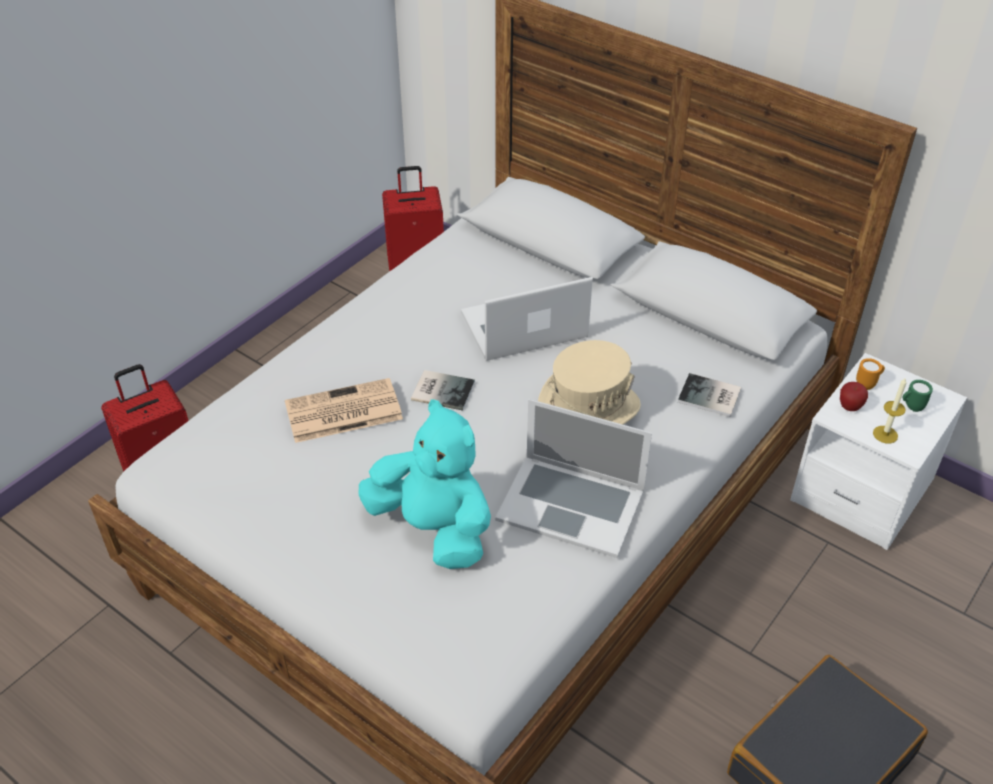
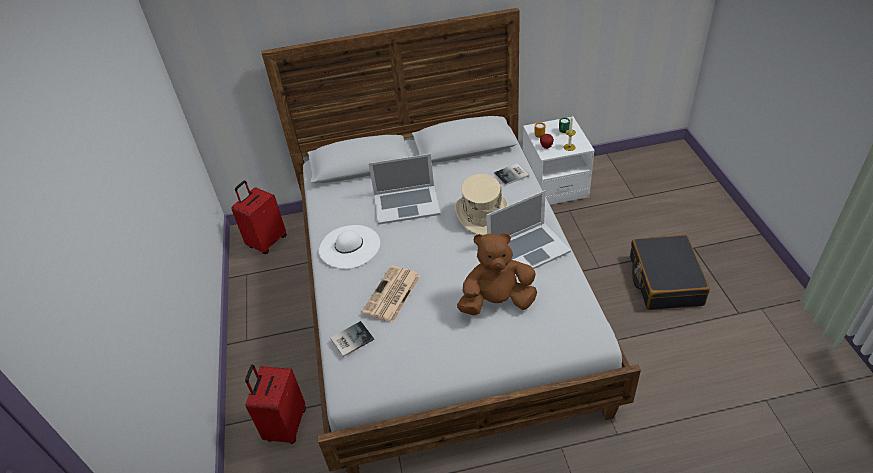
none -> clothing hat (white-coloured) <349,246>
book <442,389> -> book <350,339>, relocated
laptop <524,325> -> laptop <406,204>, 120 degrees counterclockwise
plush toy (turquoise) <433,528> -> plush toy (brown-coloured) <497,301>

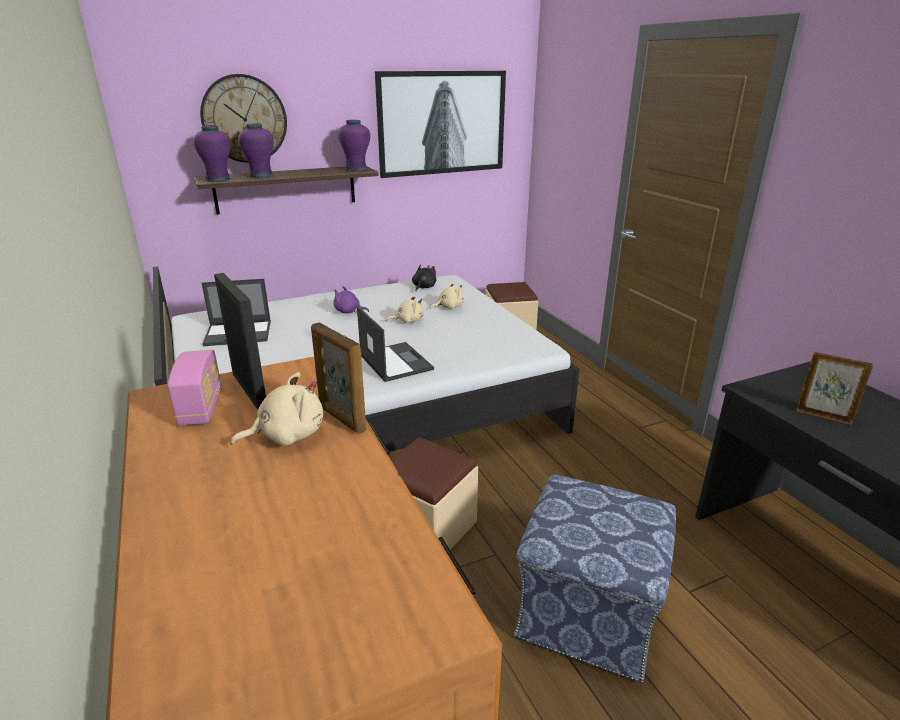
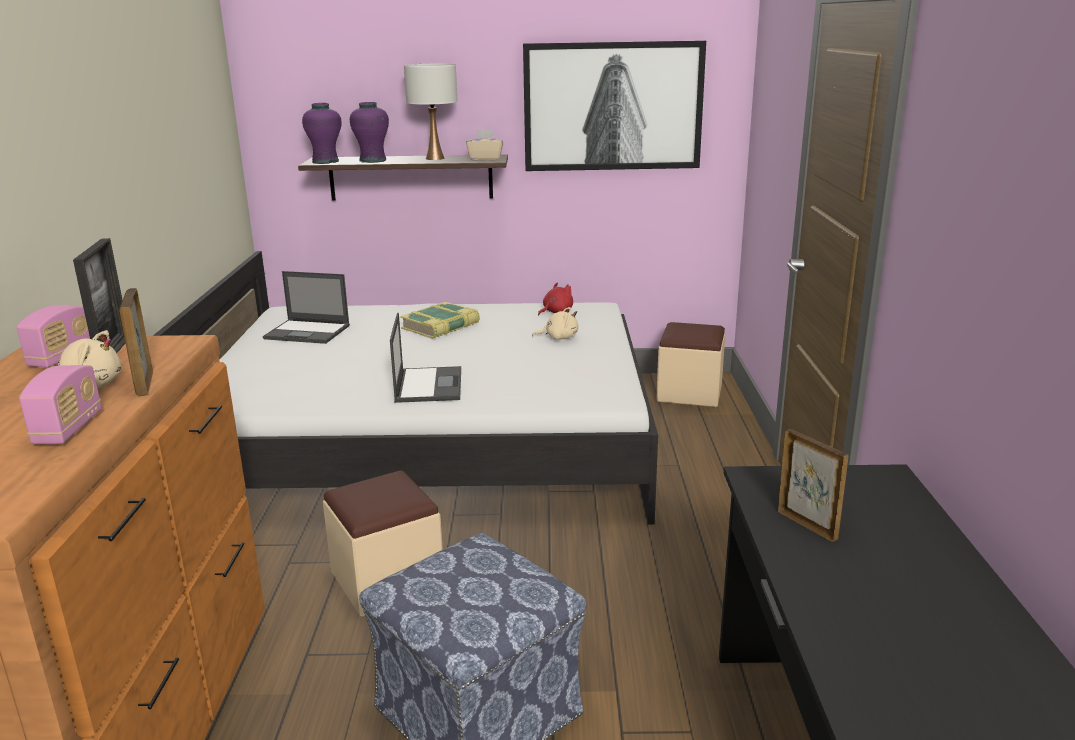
none -> radio <69,429>
plush toy (purple) <348,312> -> book <441,327>
none -> lamp for a table (white-coloured) <434,158>
flower vase (purple) <356,169> -> tissue box (sand-coloured) <485,159>
plush toy (blackish) <423,287> -> plush toy (red-coloured) <556,312>
clock on the wall <244,119> -> none
plush toy (sand-coloured) <408,321> -> none

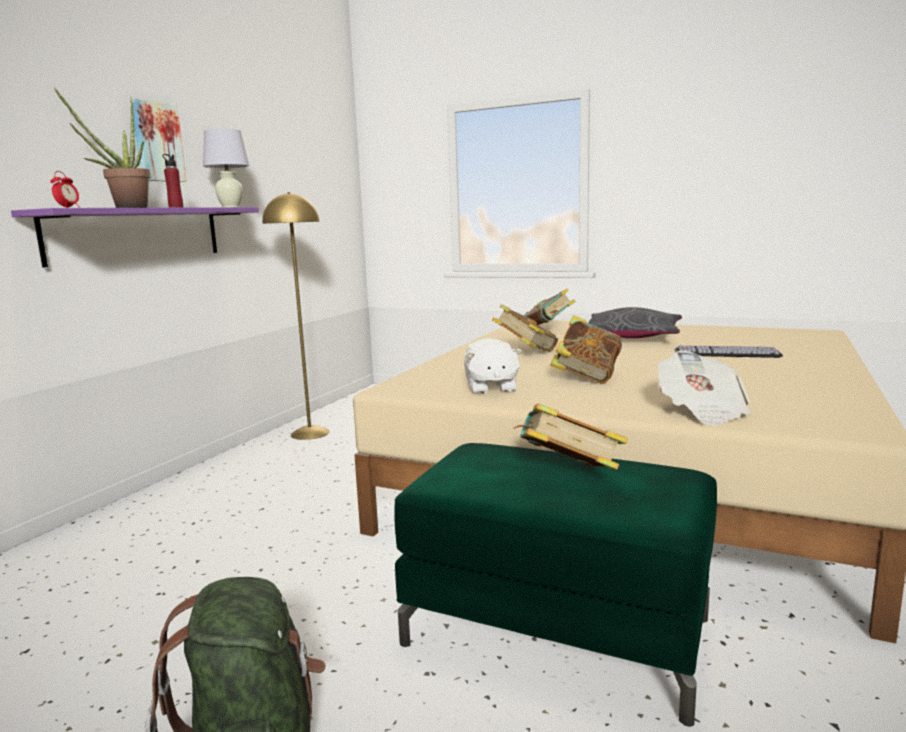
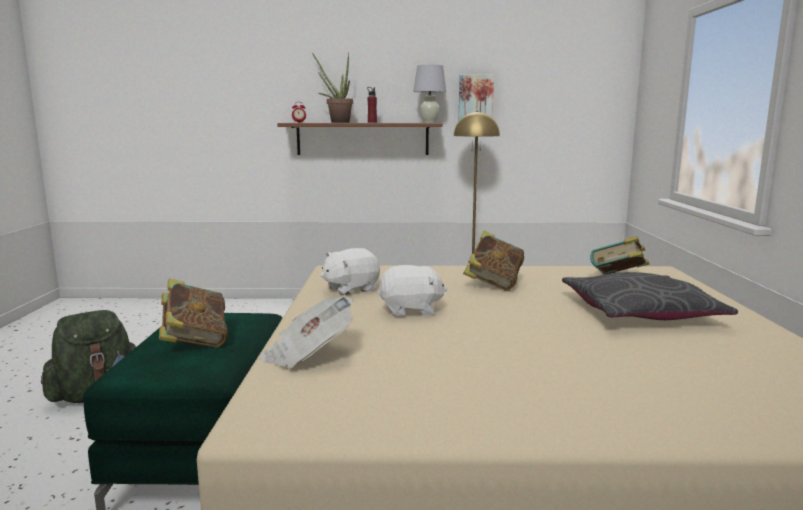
bracket shelf (purple) <137,234> -> bracket shelf (brown-coloured) <362,139>
book <586,377> -> plush toy (white-coloured) <411,310>
wall picture <157,142> -> wall picture <475,101>, relocated
PC keyboard <726,352> -> none

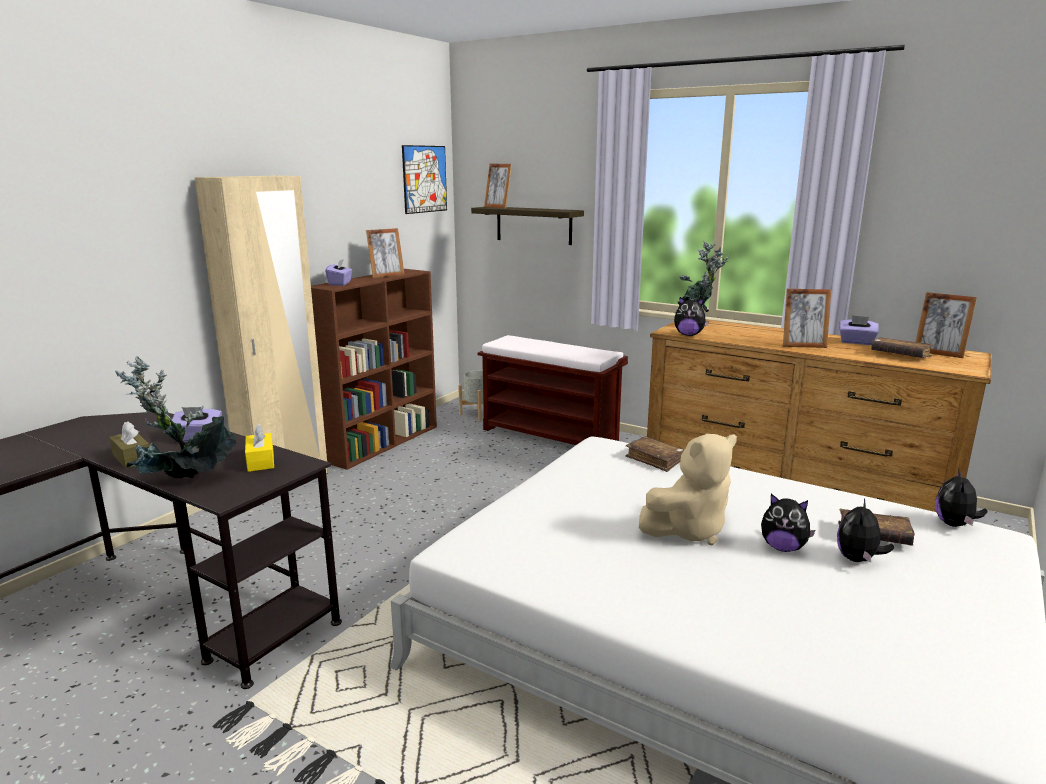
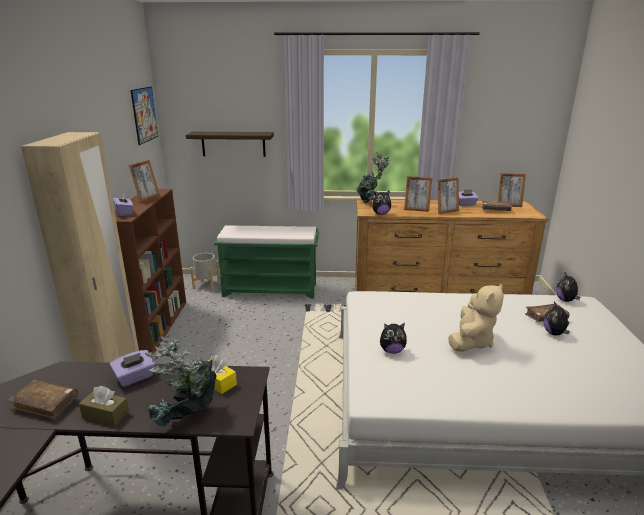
book (brown-coloured) <655,459> -> book (brown-coloured) <46,404>, relocated
indoor bench (brown-coloured) <551,435> -> indoor bench (greenish) <271,289>
plush toy <783,547> -> plush toy <392,351>, relocated
photo frame <497,207> -> photo frame <416,209>, relocated

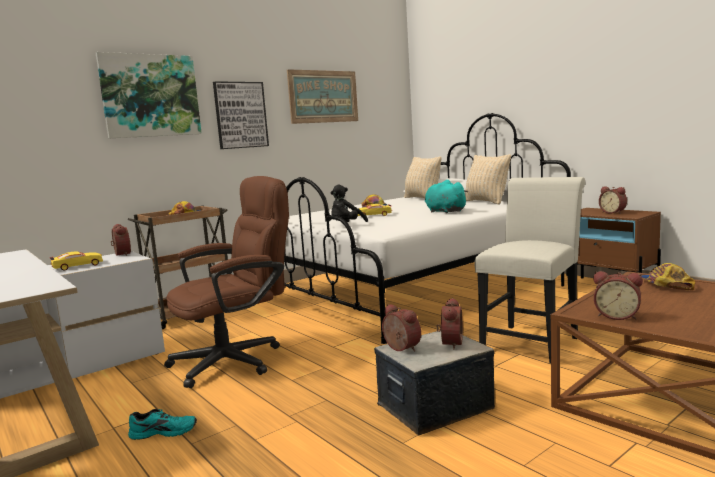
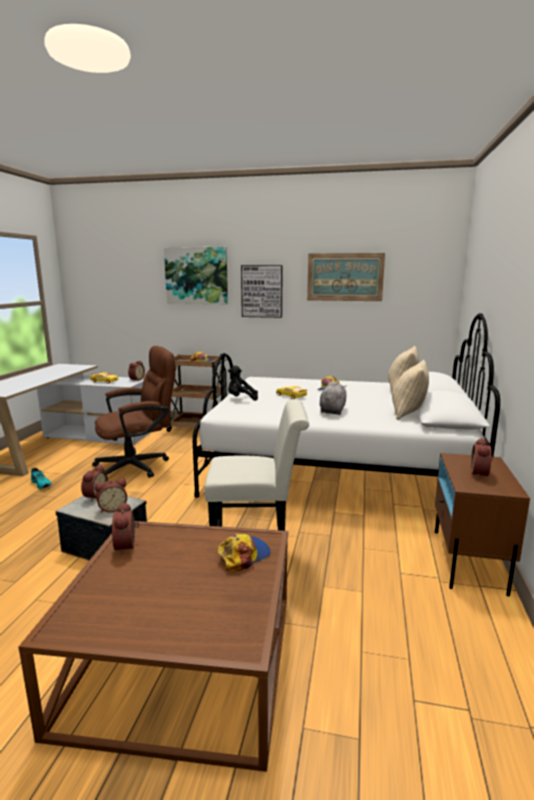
office chair (brown-coloured) <237,359> -> office chair (brown-coloured) <139,465>, 45 degrees counterclockwise
plush toy (turquoise) <444,211> -> plush toy (greyish) <332,410>

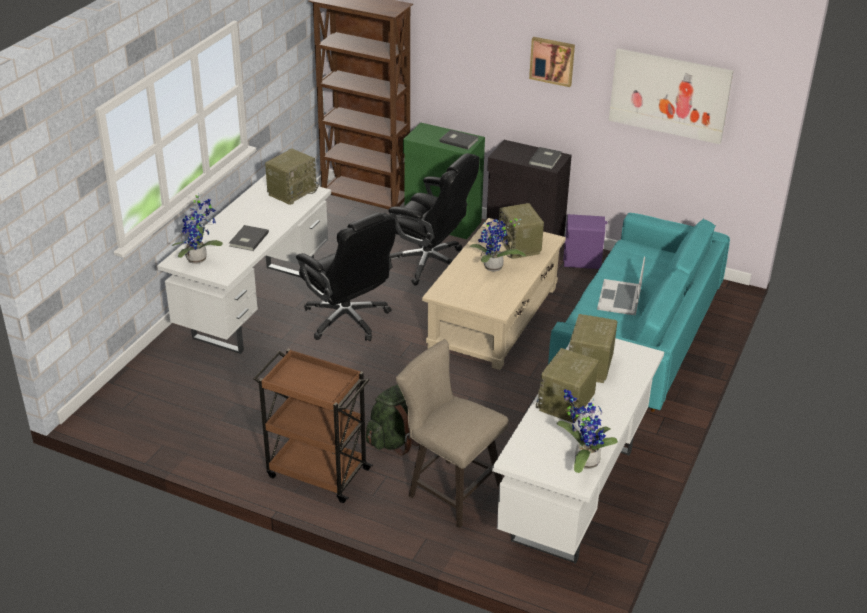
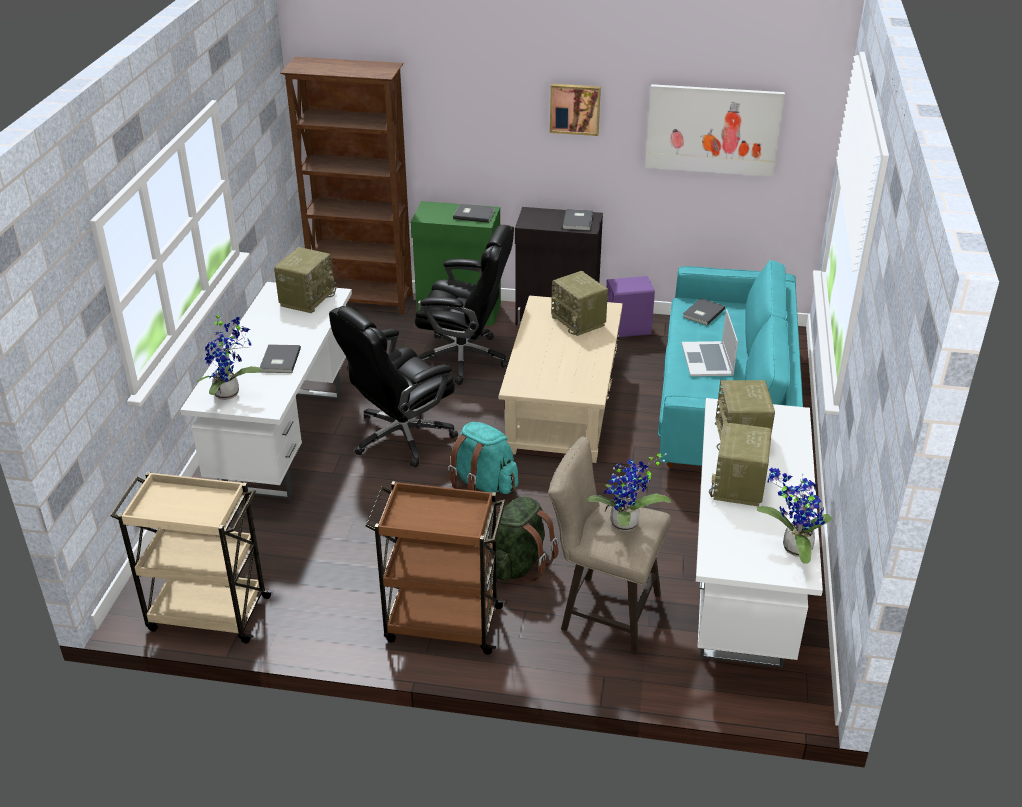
none -> cart (sand-coloured) <207,613>
office chair (blackish) <348,320> -> office chair (blackish) <400,437>, 105 degrees clockwise
none -> backpack (turquoise) <483,484>
potted plant <493,268> -> potted plant <625,526>, relocated
none -> book (greyish) <702,313>

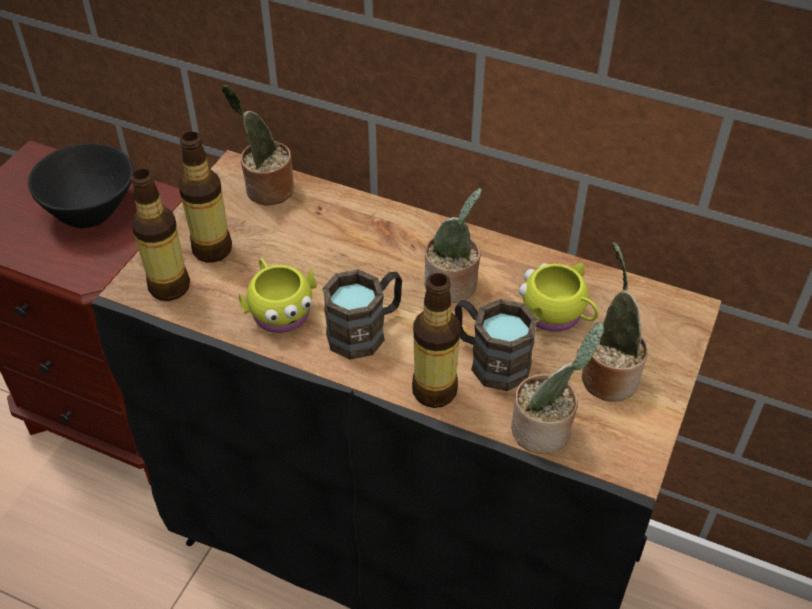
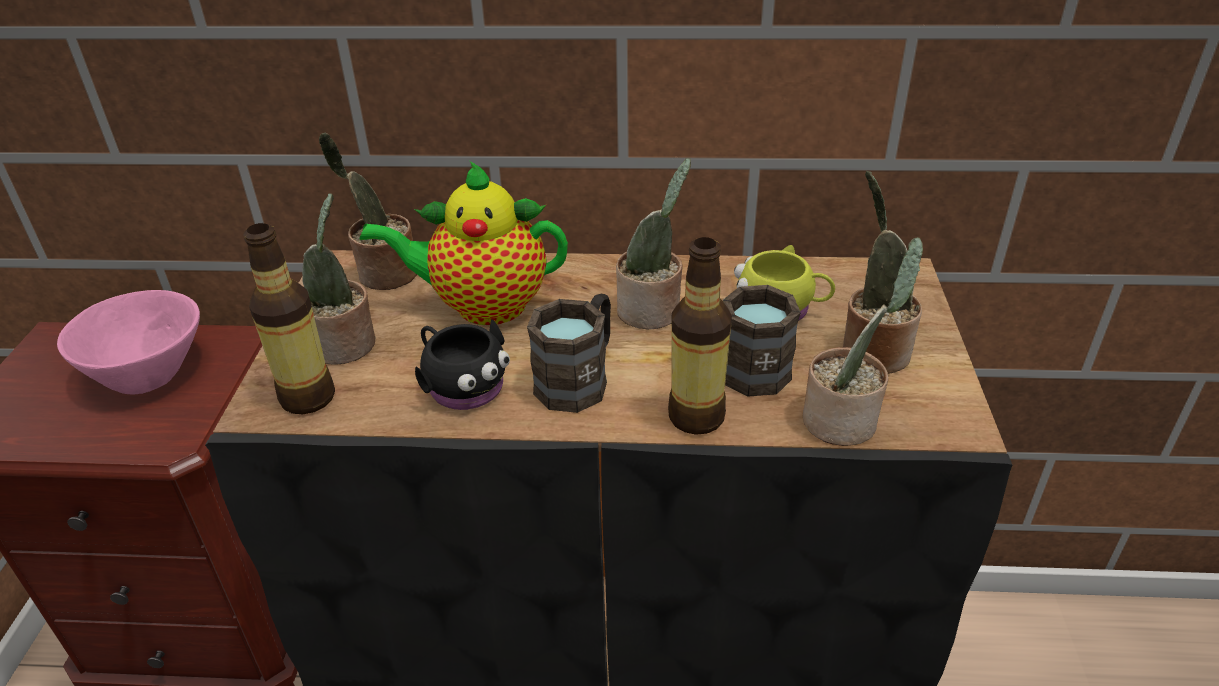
serving bowl (blackish) <94,211> -> serving bowl (pink-coloured) <152,373>
beverage bottle <212,249> -> potted plant <345,346>
none -> tea pot <482,306>
coffee mug (yellow) <279,309> -> coffee mug (blackish) <462,385>

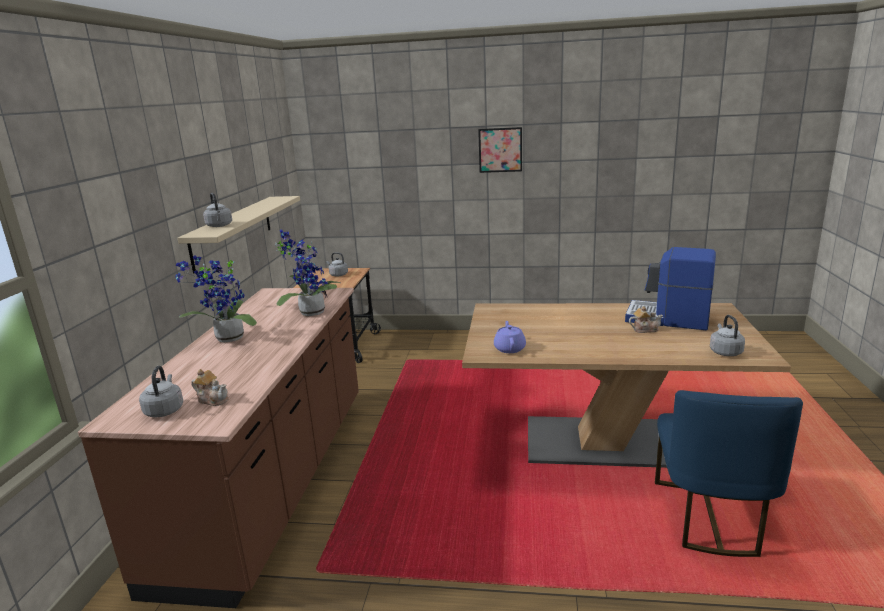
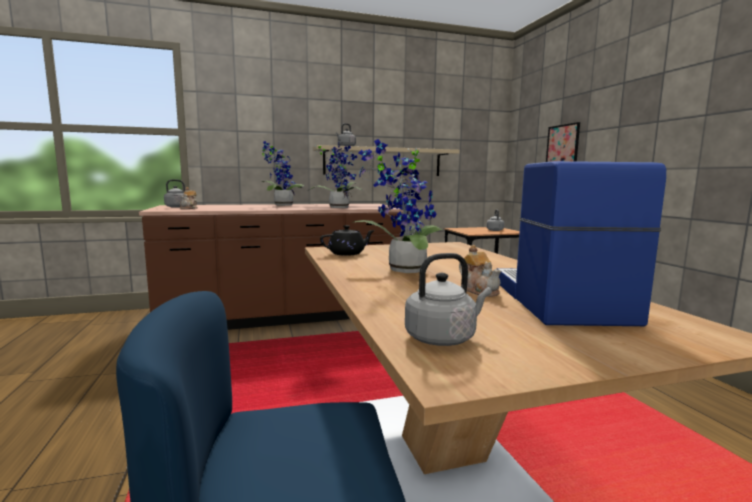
tea pot (purple) <509,348> -> tea pot (blackish) <347,253>
none -> potted plant <402,270>
wall picture <500,150> -> wall picture <562,146>, relocated

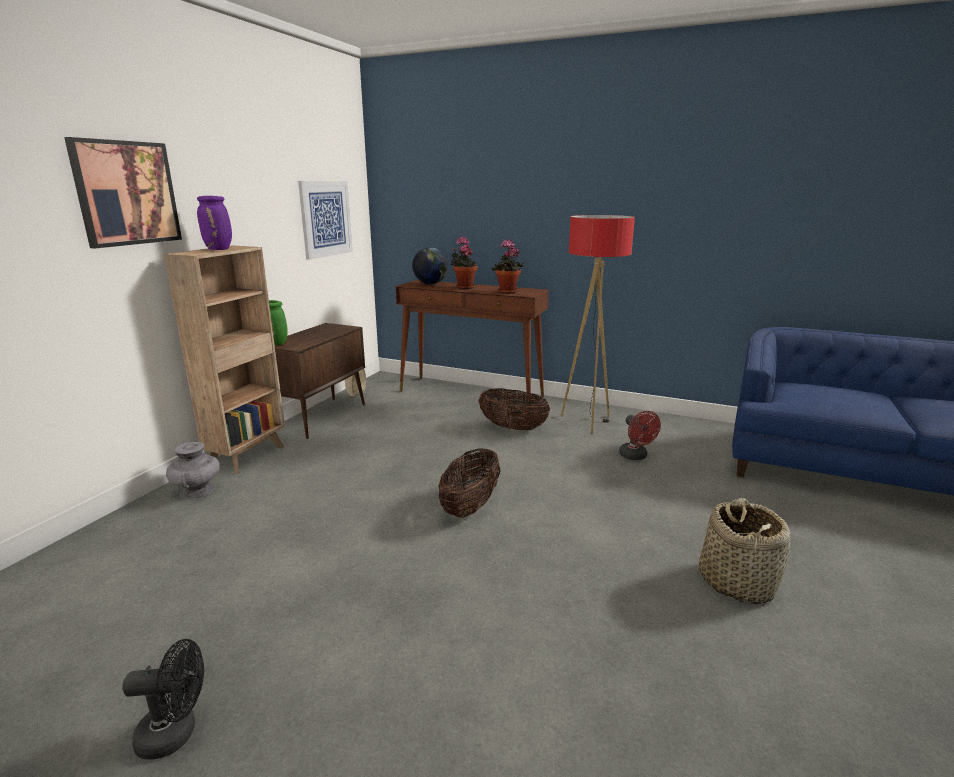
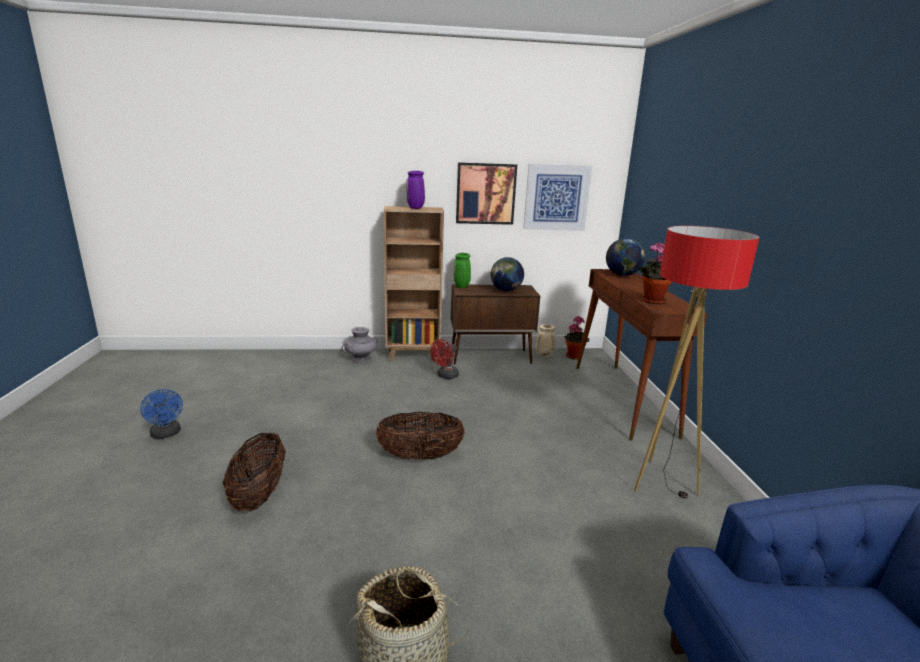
cooling fan (blackish) <176,733> -> cooling fan (blue) <166,434>
household basket <513,428> -> household basket <259,494>, relocated
cooling fan (red-coloured) <635,457> -> cooling fan (red-coloured) <445,376>, relocated
wall picture <126,193> -> wall picture <485,193>, relocated
none -> world globe <506,291>
potted plant <464,287> -> potted plant <573,356>, relocated

